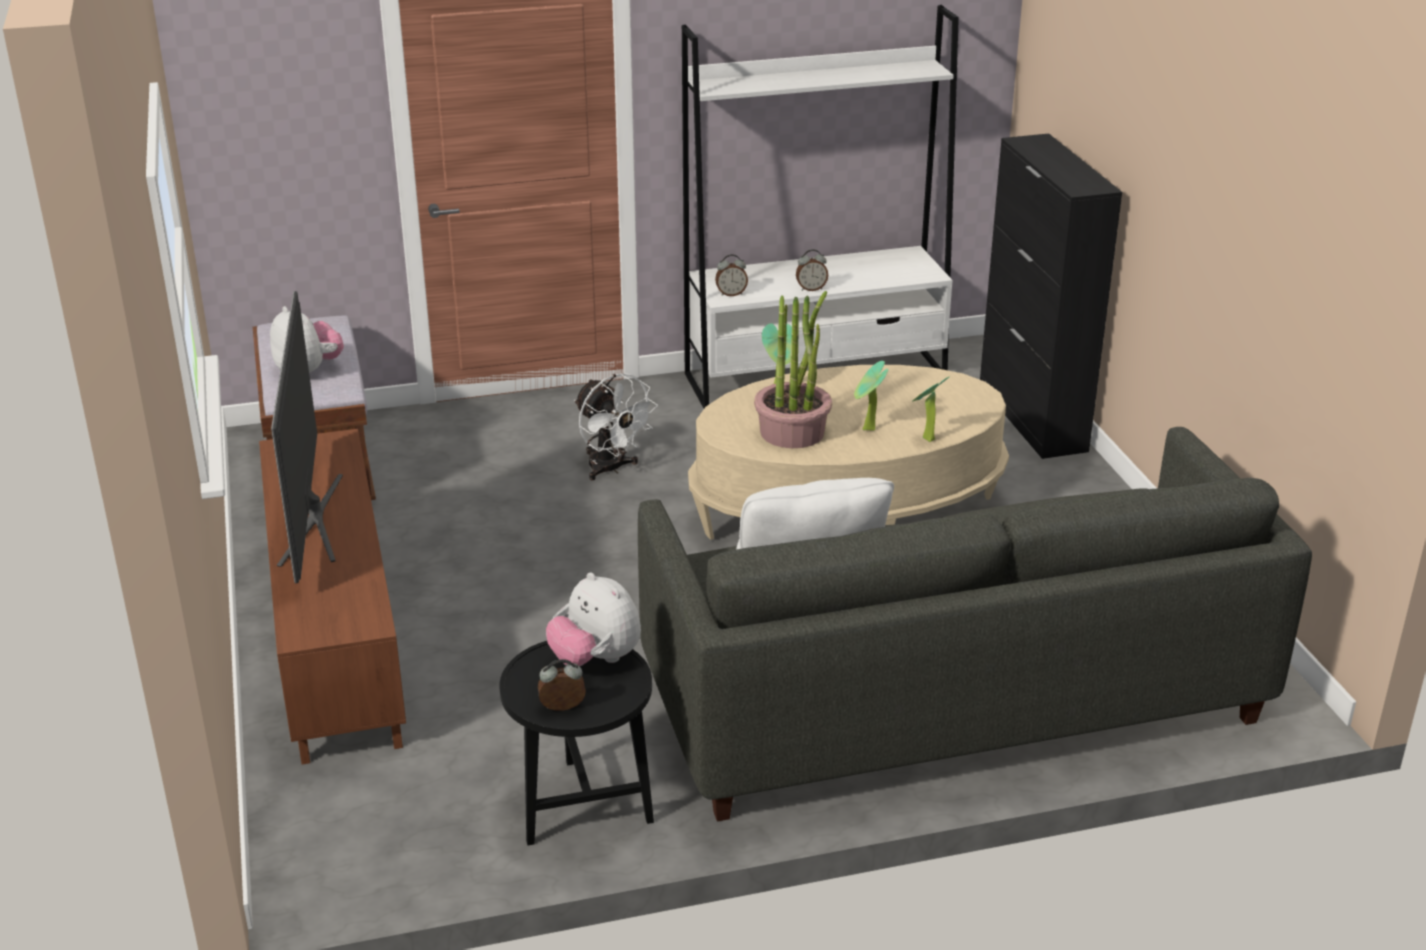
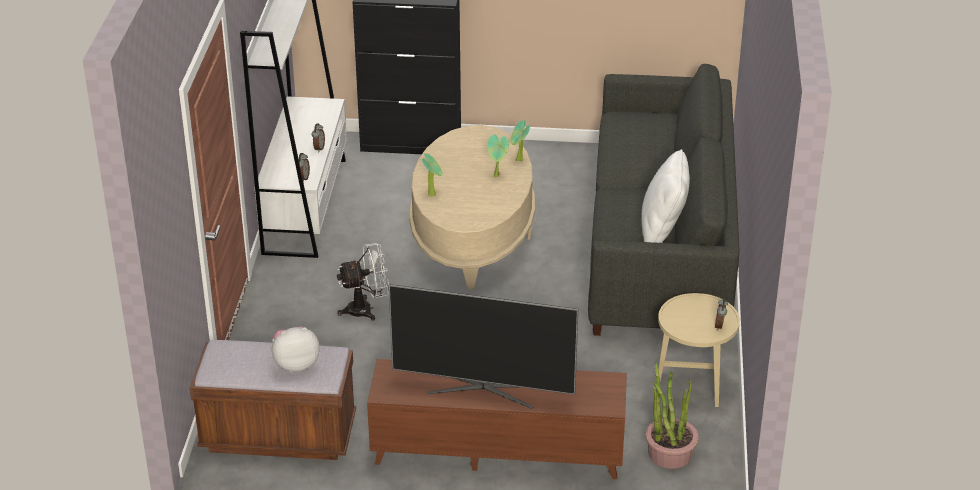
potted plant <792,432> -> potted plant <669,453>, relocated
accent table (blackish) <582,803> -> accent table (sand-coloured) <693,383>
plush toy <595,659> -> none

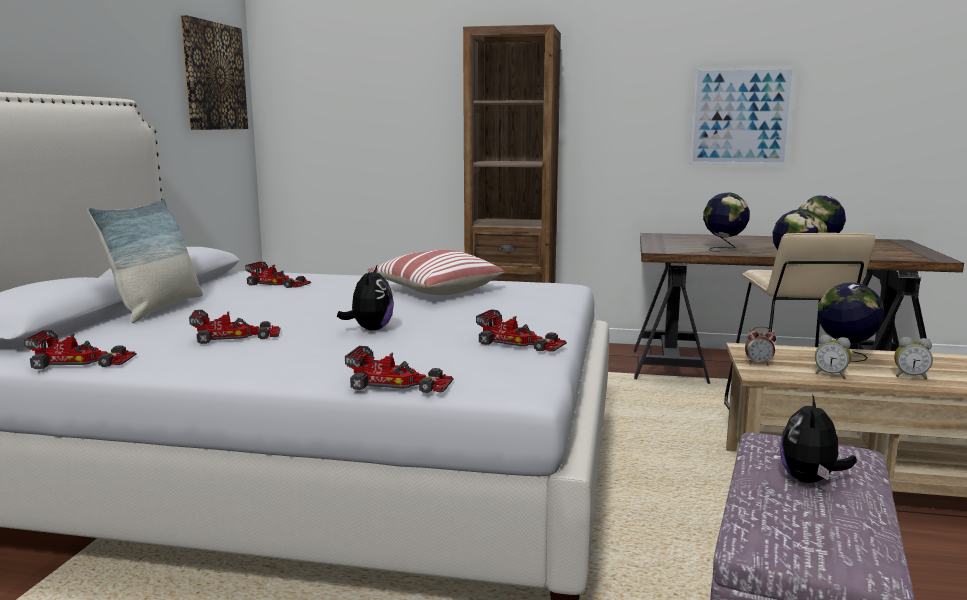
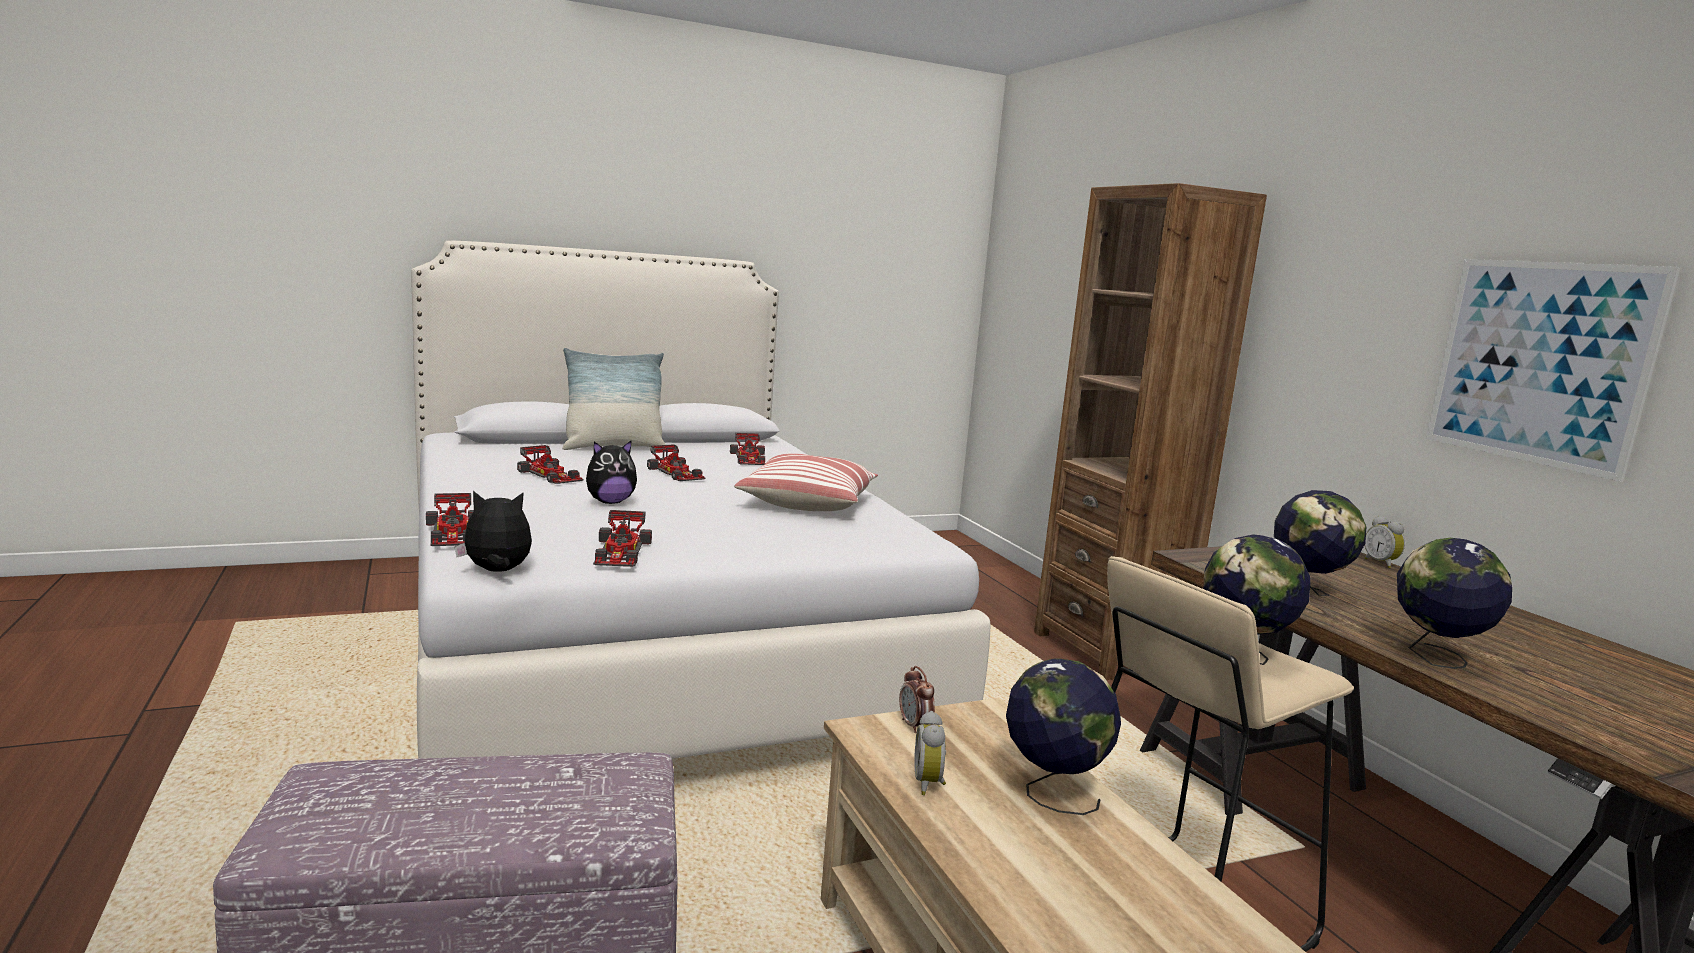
plush toy <810,480> -> plush toy <497,572>, relocated
miniature car <82,361> -> miniature car <676,473>, relocated
alarm clock <910,376> -> alarm clock <1381,563>, relocated
wall picture <214,76> -> none

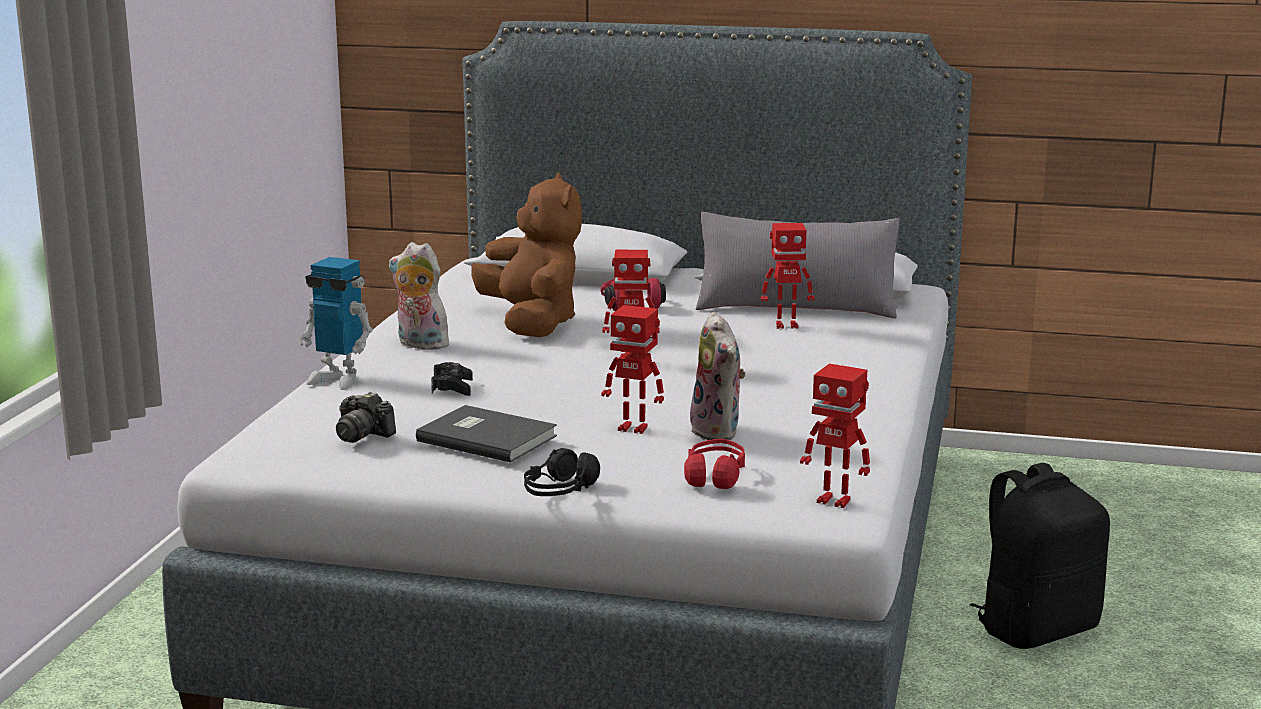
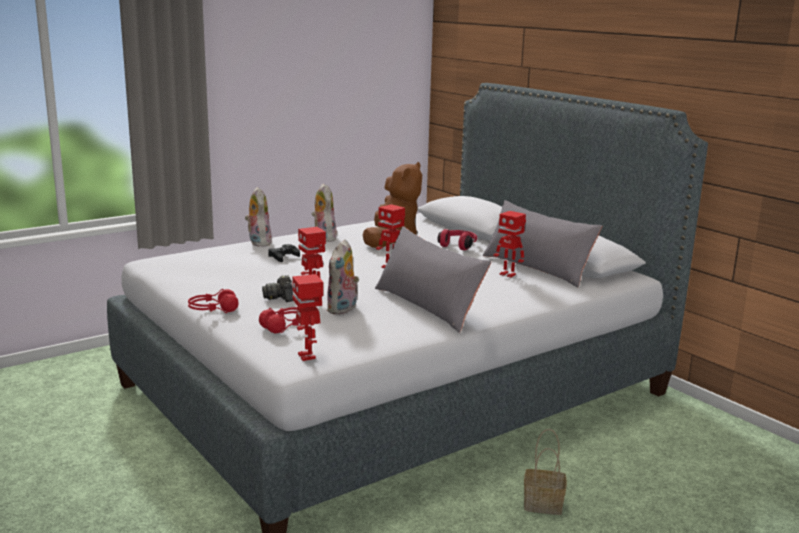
headphones (blackish) <559,491> -> headphones (red-coloured) <213,310>
toy robot <338,379> -> plush toy <258,242>
photo camera <362,434> -> photo camera <280,297>, relocated
none -> cushion (greyish) <428,306>
backpack (blackish) <1036,629> -> household basket <544,504>
book (greyish) <487,437> -> none

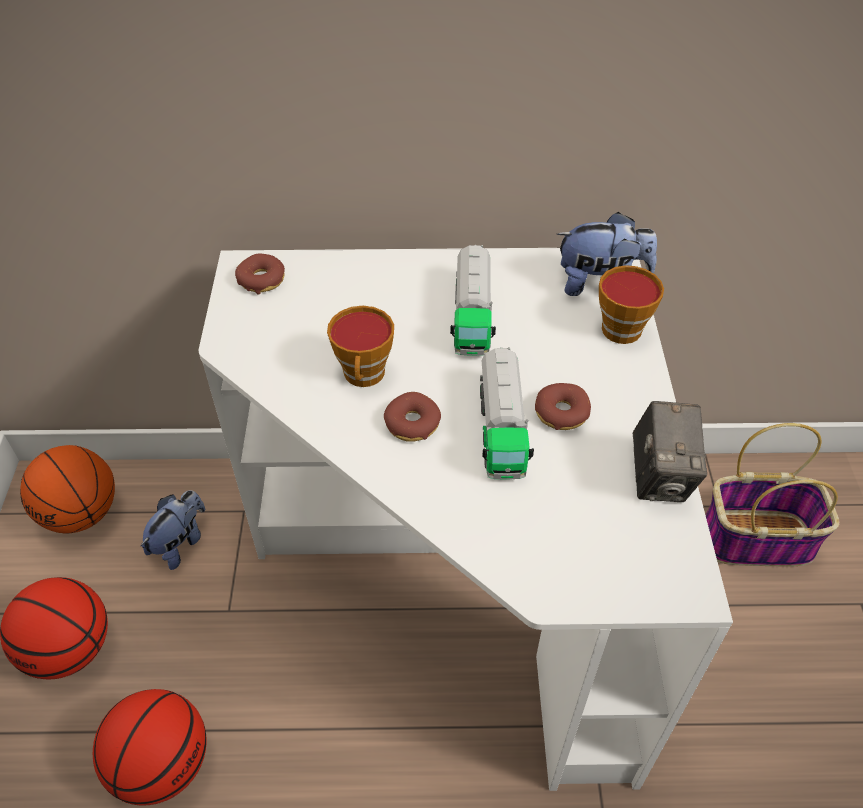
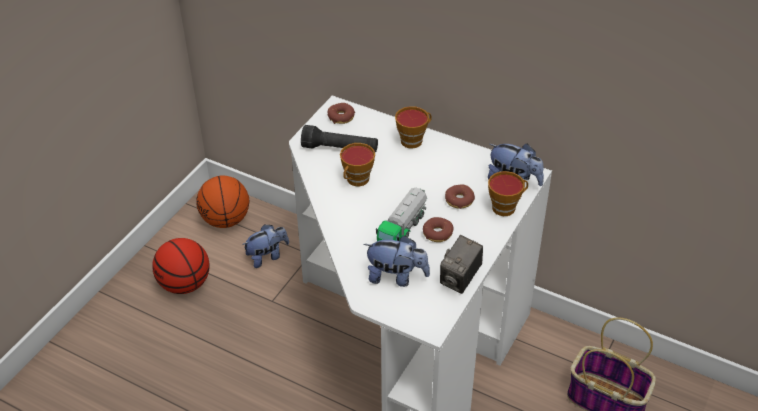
none -> torch (blackish) <340,149>
none -> plush toy <396,277>
none -> small cup <413,140>
donut <412,423> -> donut <459,200>, relocated
ball for basketball <162,764> -> none
toy truck <472,317> -> none

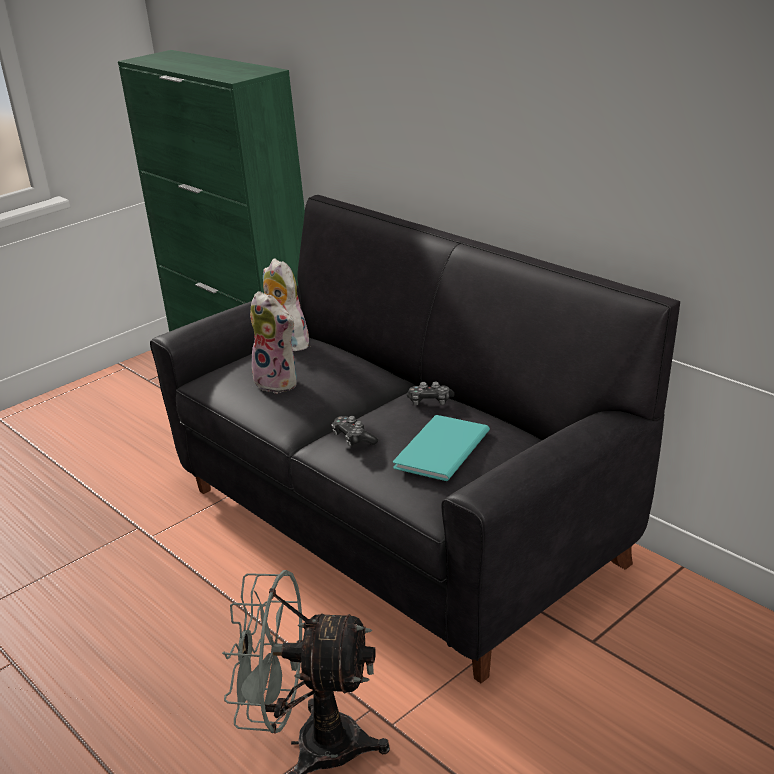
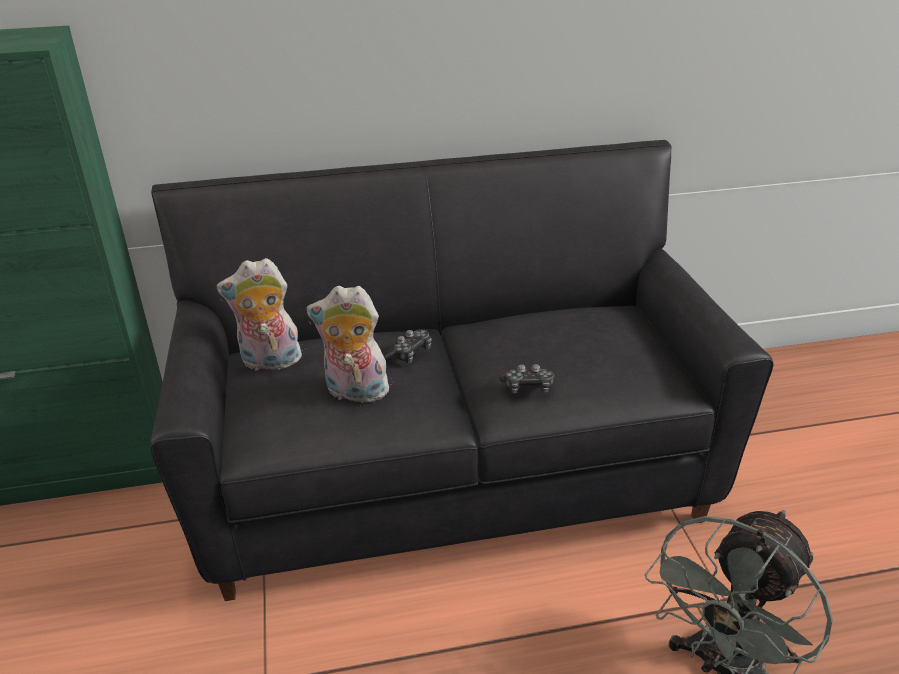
plush toy <279,382> -> plush toy <354,393>, 150 degrees counterclockwise
joypad <430,401> -> joypad <409,354>, relocated
book (turquoise) <438,450> -> none

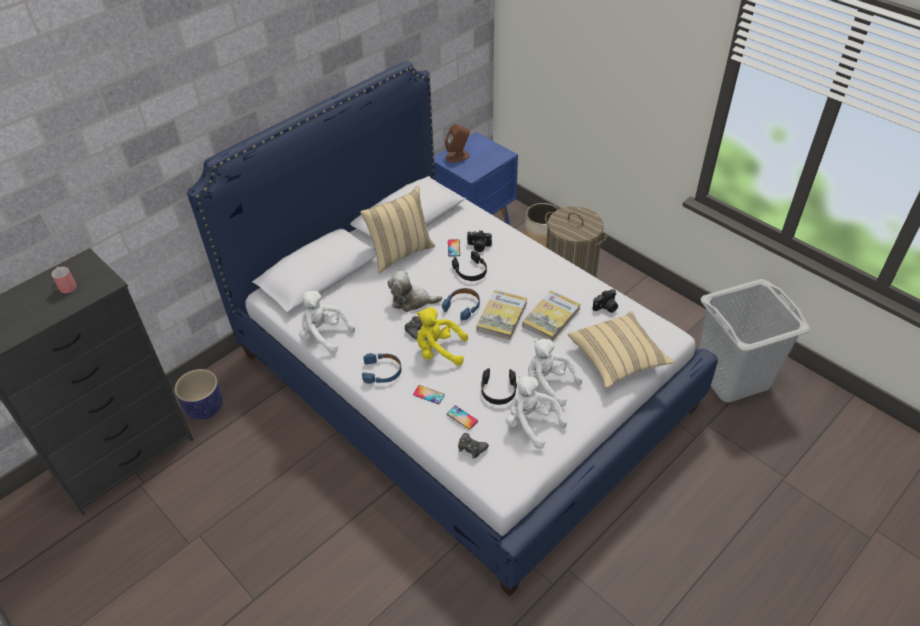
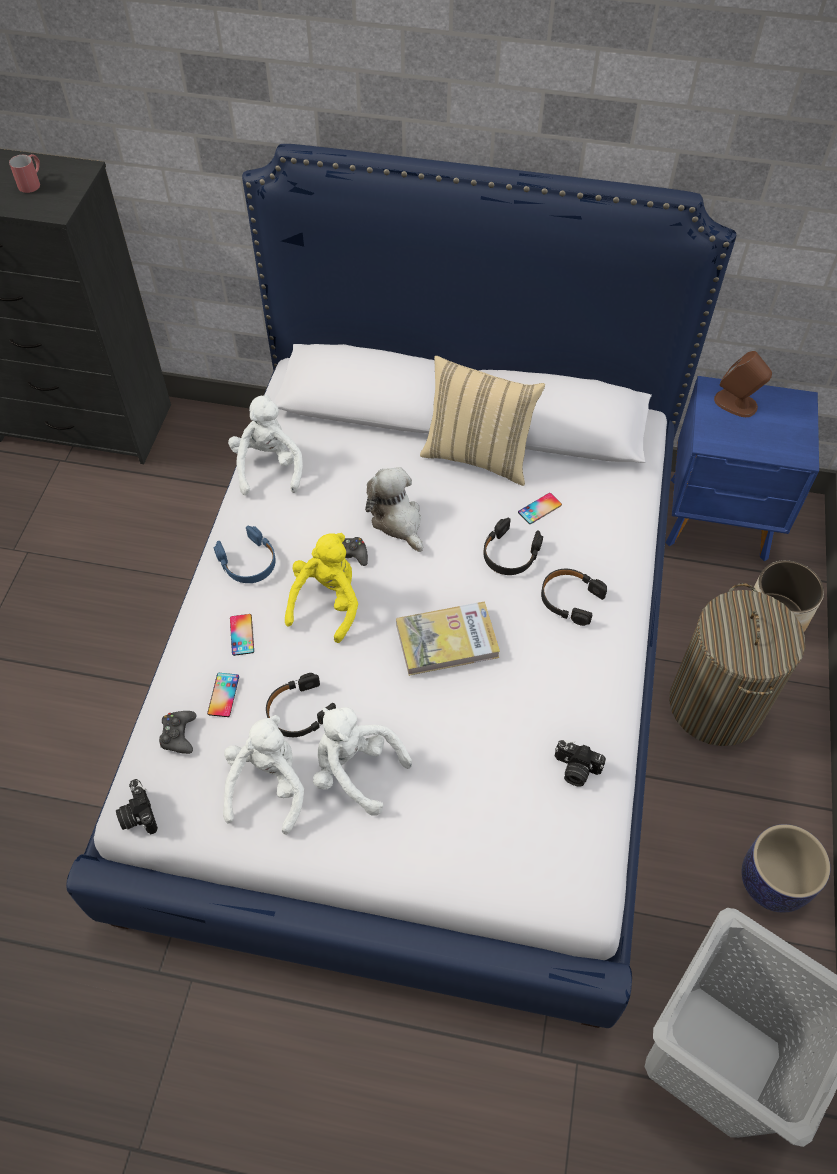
photo camera <478,246> -> photo camera <138,815>, relocated
plush toy (yellow) <439,351> -> plush toy (yellow) <327,602>, 45 degrees clockwise
plush toy (white-coloured) <548,385> -> plush toy (white-coloured) <355,770>, 60 degrees counterclockwise
none -> headphones (blackish) <570,599>
flower pot <205,408> -> flower pot <773,882>, relocated
headphones (blue) <463,306> -> none
book <551,318> -> none
cushion (sand-coloured) <617,358> -> none

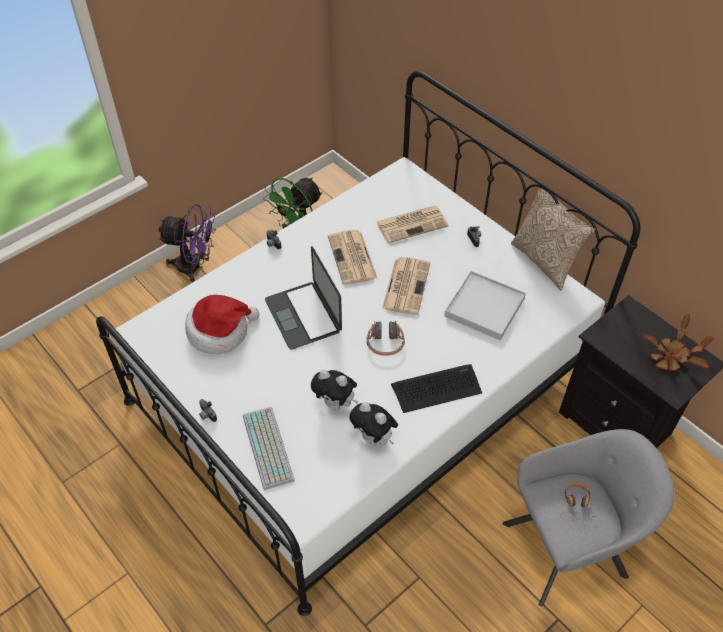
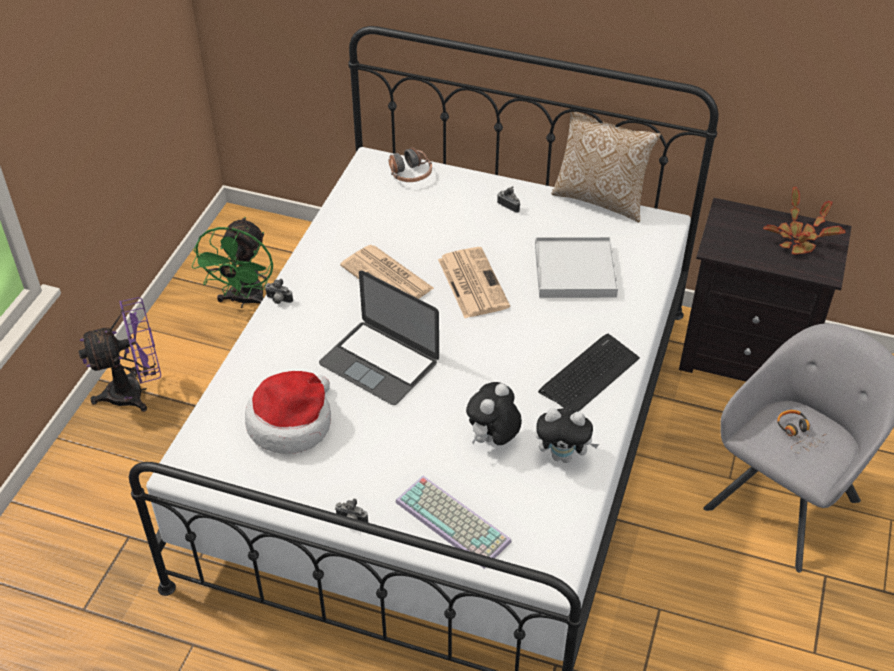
headphones <385,343> -> headphones <410,174>, relocated
plush toy <336,404> -> plush toy <492,439>, 135 degrees clockwise
newspaper <412,224> -> none

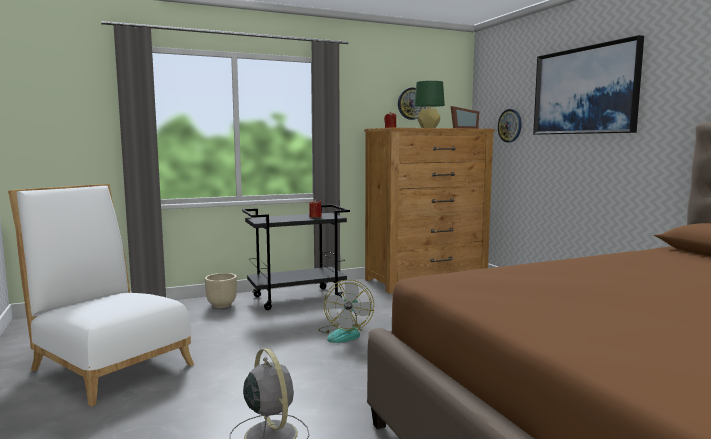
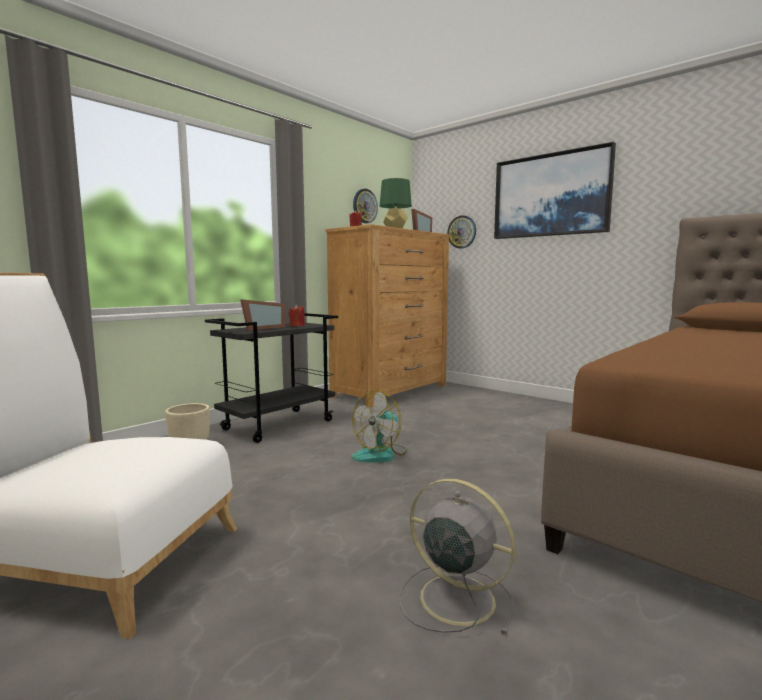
none -> photo frame <261,328>
cooling fan <345,333> -> cooling fan <380,454>, 60 degrees clockwise

